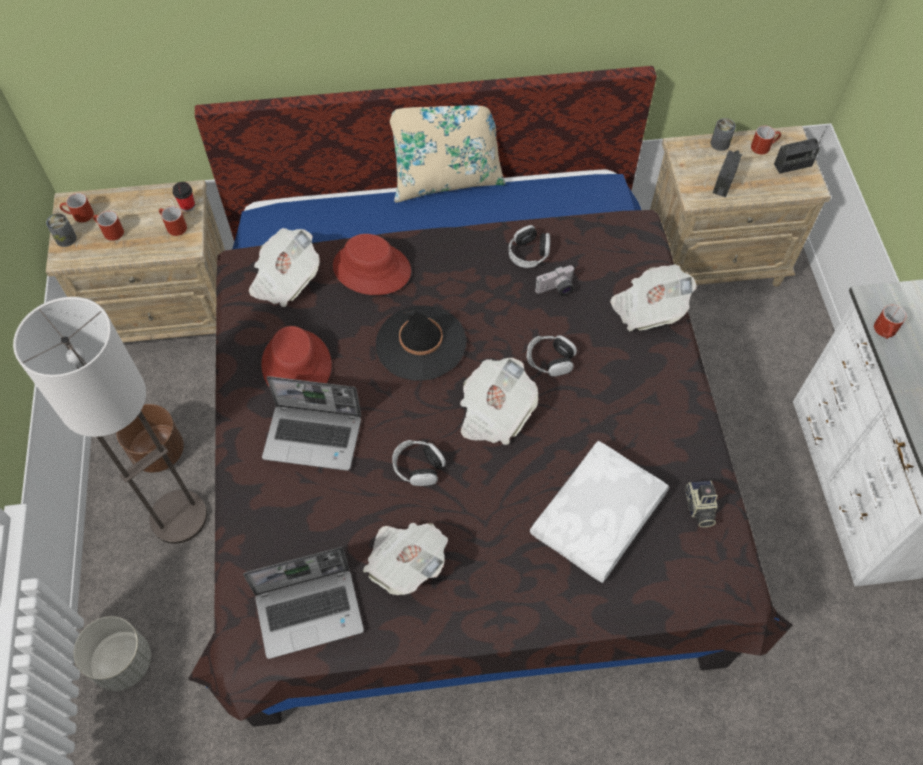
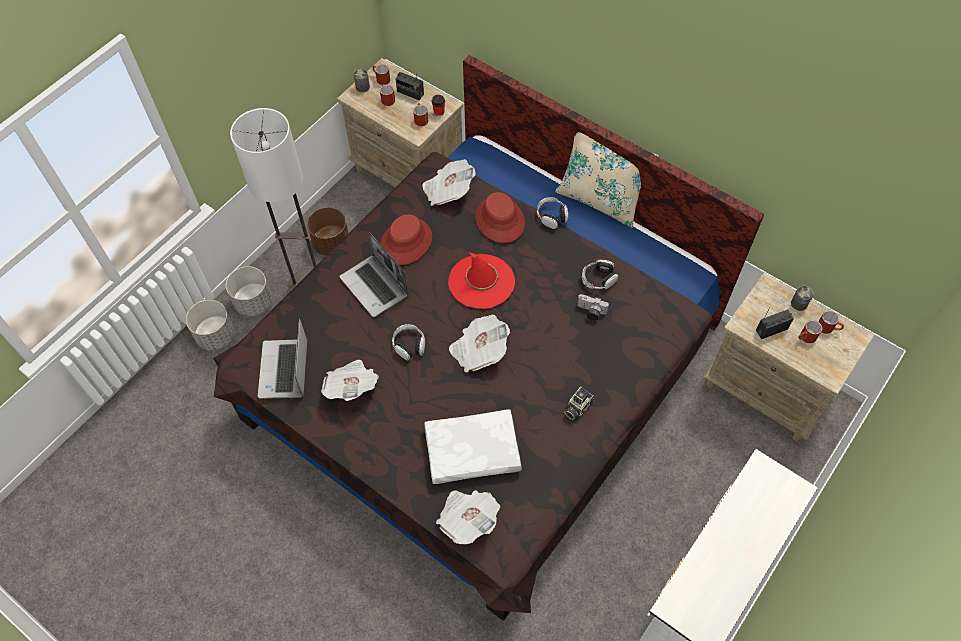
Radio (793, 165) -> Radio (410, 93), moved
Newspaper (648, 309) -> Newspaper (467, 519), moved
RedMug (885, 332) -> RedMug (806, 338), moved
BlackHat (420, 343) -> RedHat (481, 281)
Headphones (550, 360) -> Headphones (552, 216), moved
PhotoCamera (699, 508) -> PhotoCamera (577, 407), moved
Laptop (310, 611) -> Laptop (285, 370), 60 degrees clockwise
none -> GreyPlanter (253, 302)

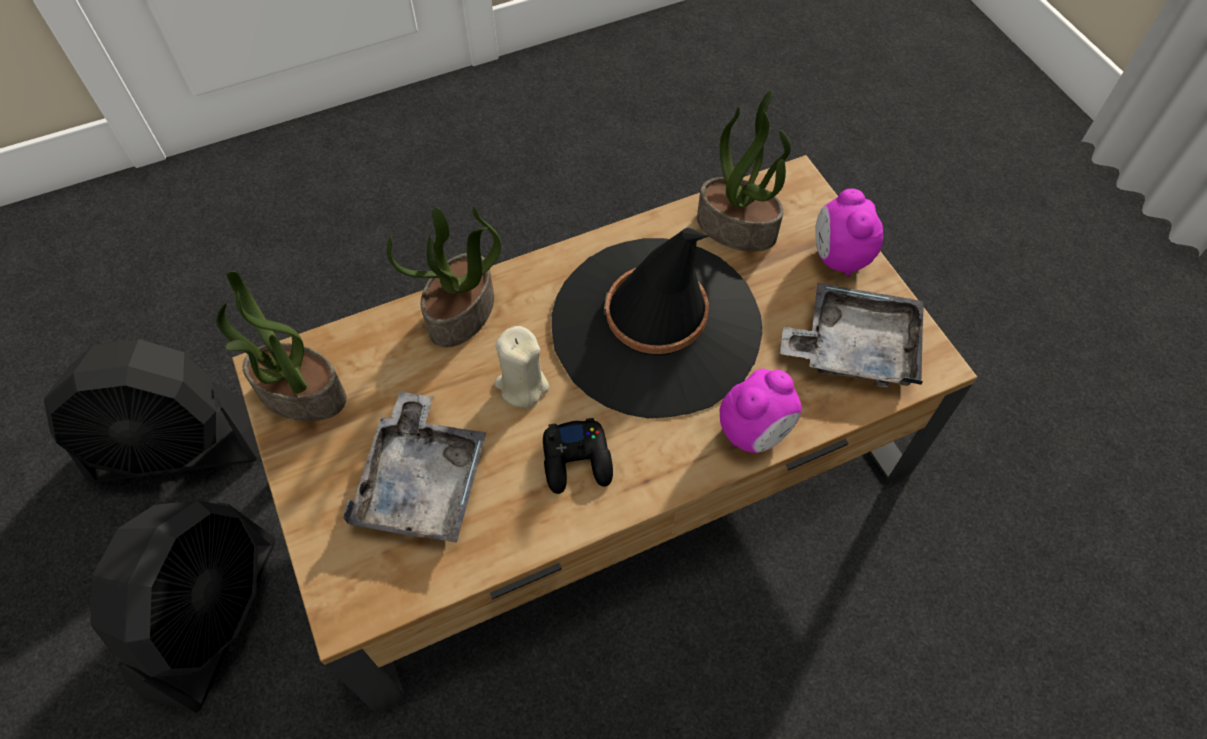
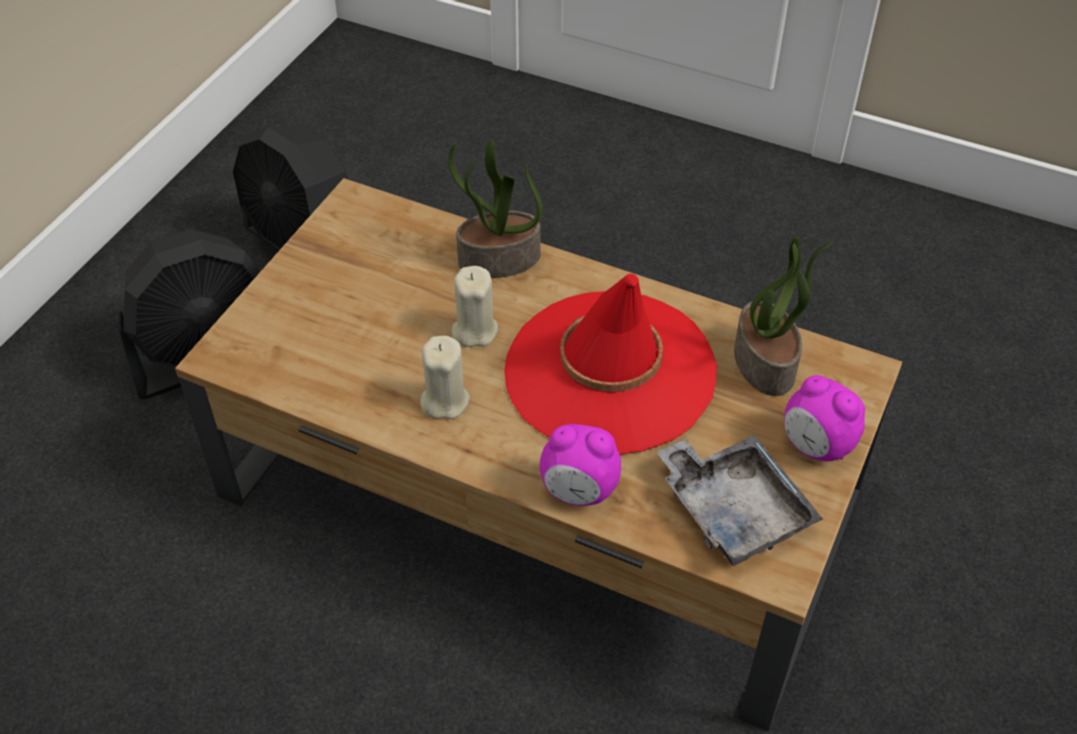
AlarmClock (838, 257) -> AlarmClock (816, 446), 90 degrees counterclockwise
BlackHat (656, 326) -> RedHat (609, 372)
PottedPlant (300, 395) -> none
GreyTray (423, 482) -> none
BlackGameController (577, 460) -> BeigeCandle (444, 400)

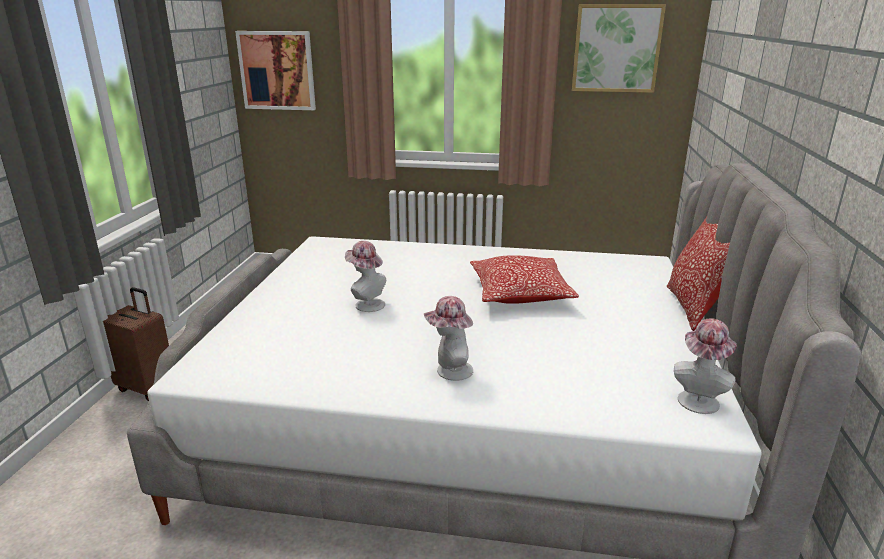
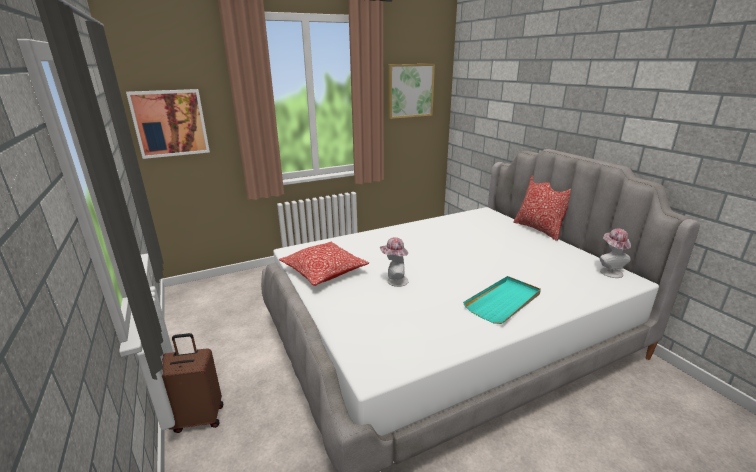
Pillow (520, 294) -> Pillow (324, 272), moved
Hat (450, 371) -> TurquoiseTray (503, 301)

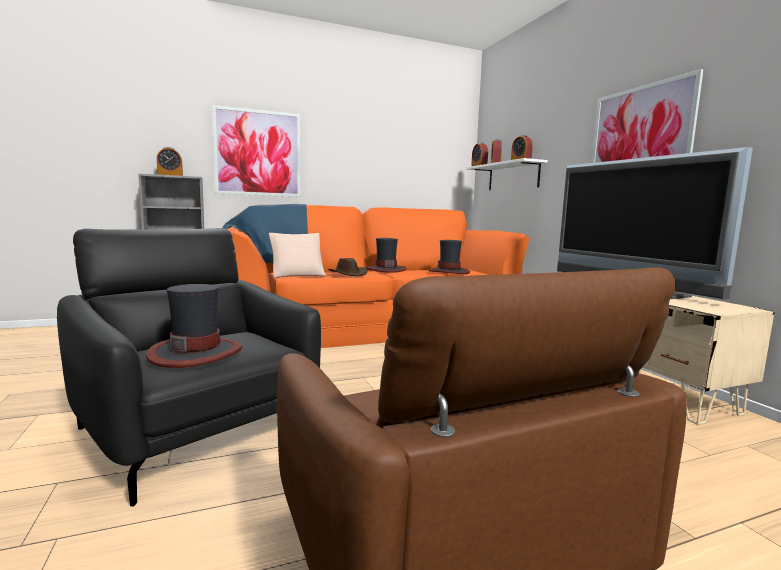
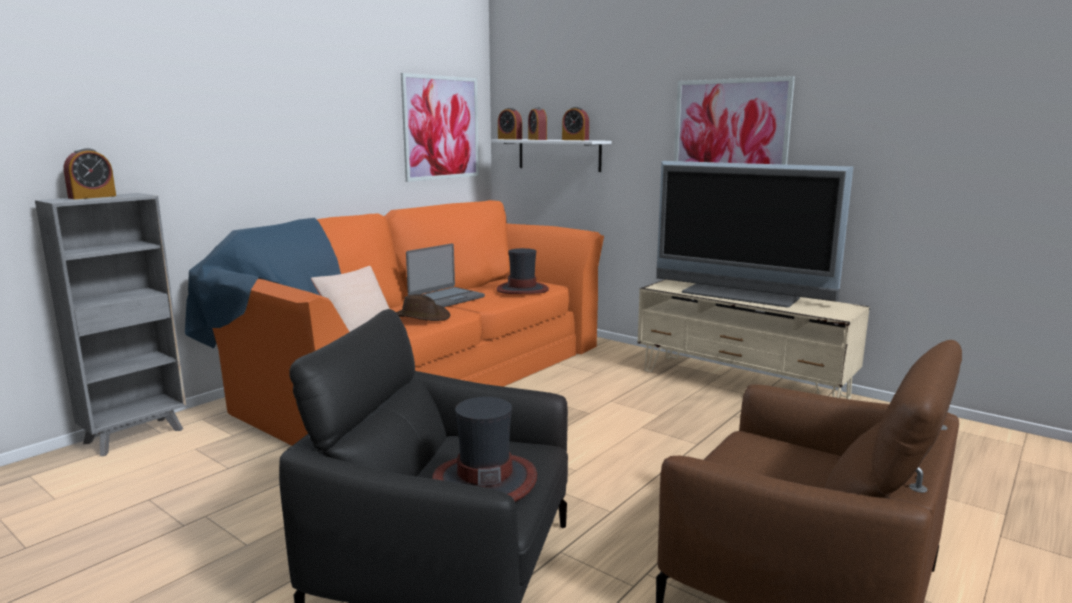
Picture (258, 153) -> Picture (441, 128), moved
Hat (385, 269) -> Laptop (446, 298)

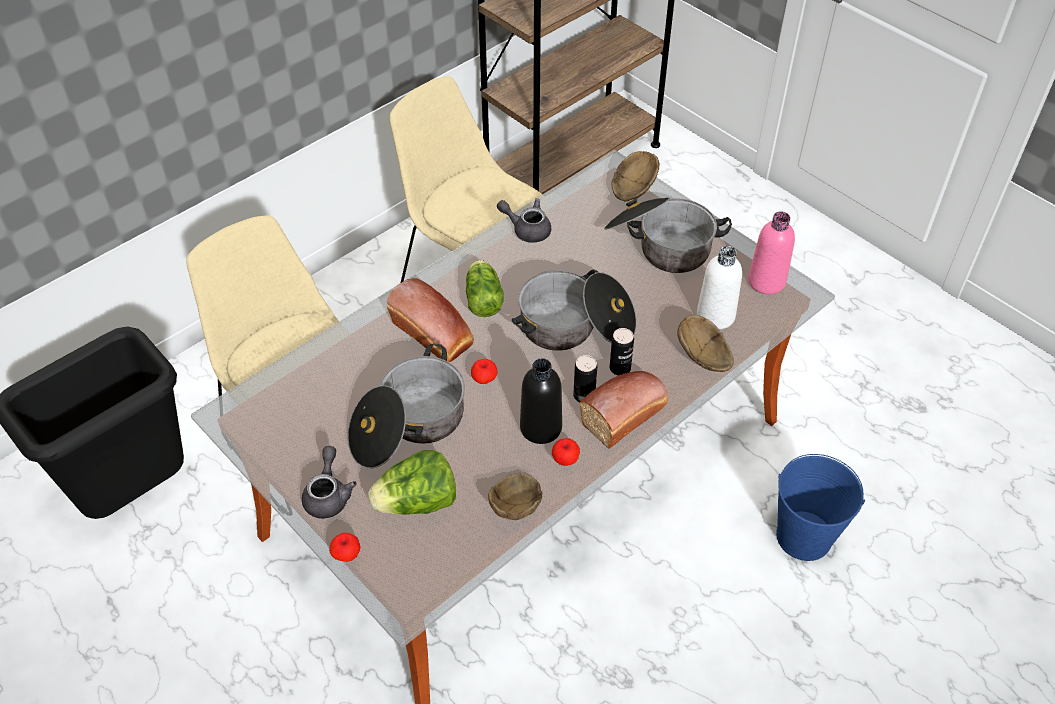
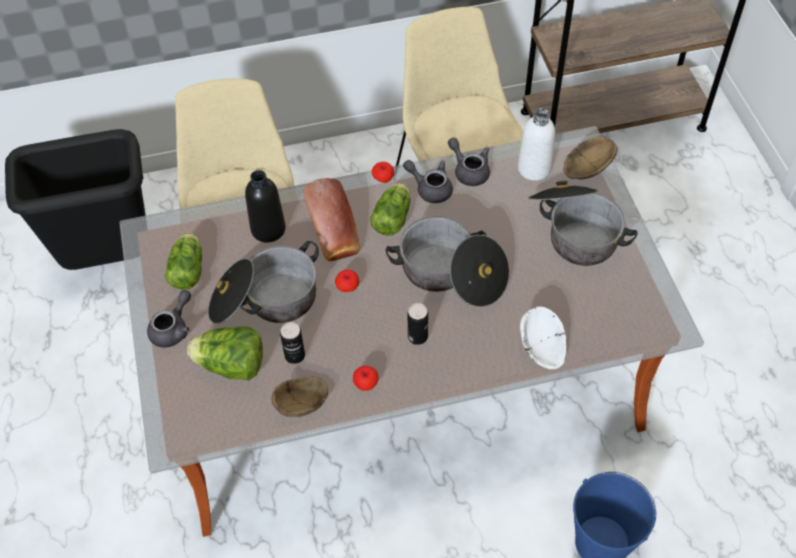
PinkBottle (766, 281) -> none
WhiteBottle (715, 316) -> WhiteBottle (534, 169), moved
BrownBowl (704, 357) -> WhiteBowl (542, 348)
Can (620, 368) -> Can (294, 355), moved
BlackBottle (541, 427) -> BlackBottle (268, 229), moved
Bread (626, 414) -> none
Apple (346, 554) -> Apple (383, 179), moved
none -> GreyTeapot (430, 188)
none -> Lettuce (188, 268)

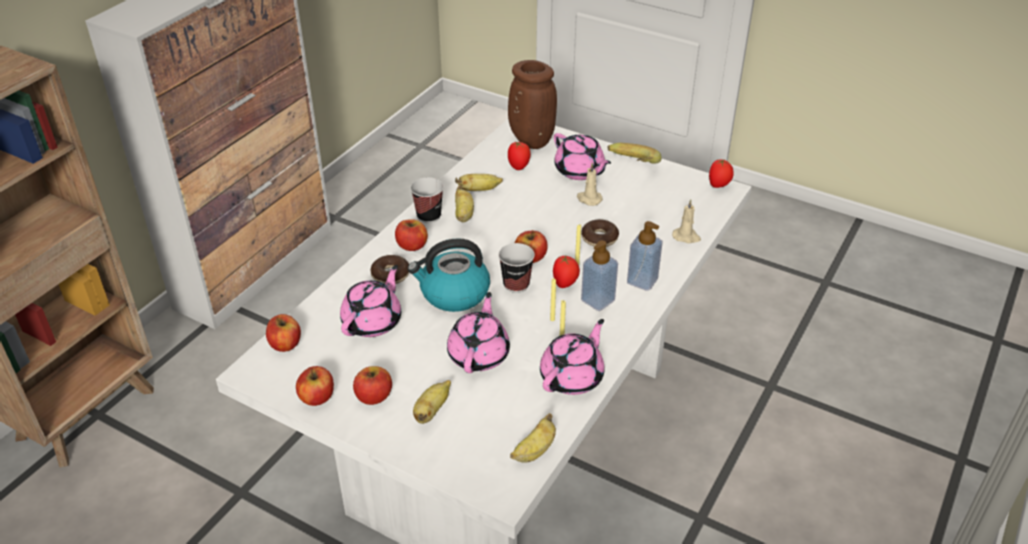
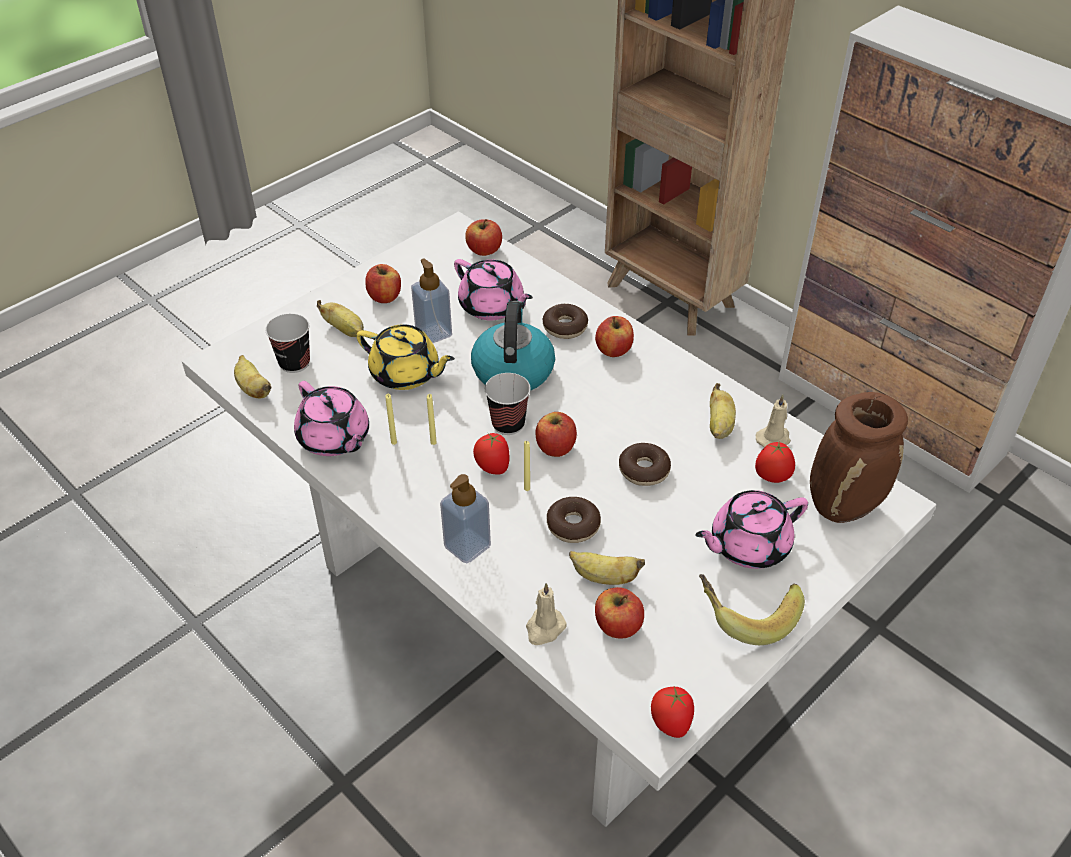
BeigeCandle (588, 199) -> BeigeCandle (774, 439), moved
Cup (429, 216) -> Cup (294, 363), moved
Banana (464, 215) -> Banana (604, 577), moved
SoapDispenser (597, 300) -> SoapDispenser (433, 333), moved
PinkTeapot (479, 354) -> YellowTeapot (406, 374)
Apple (317, 397) -> Apple (617, 625), moved
none -> Donut (644, 470)

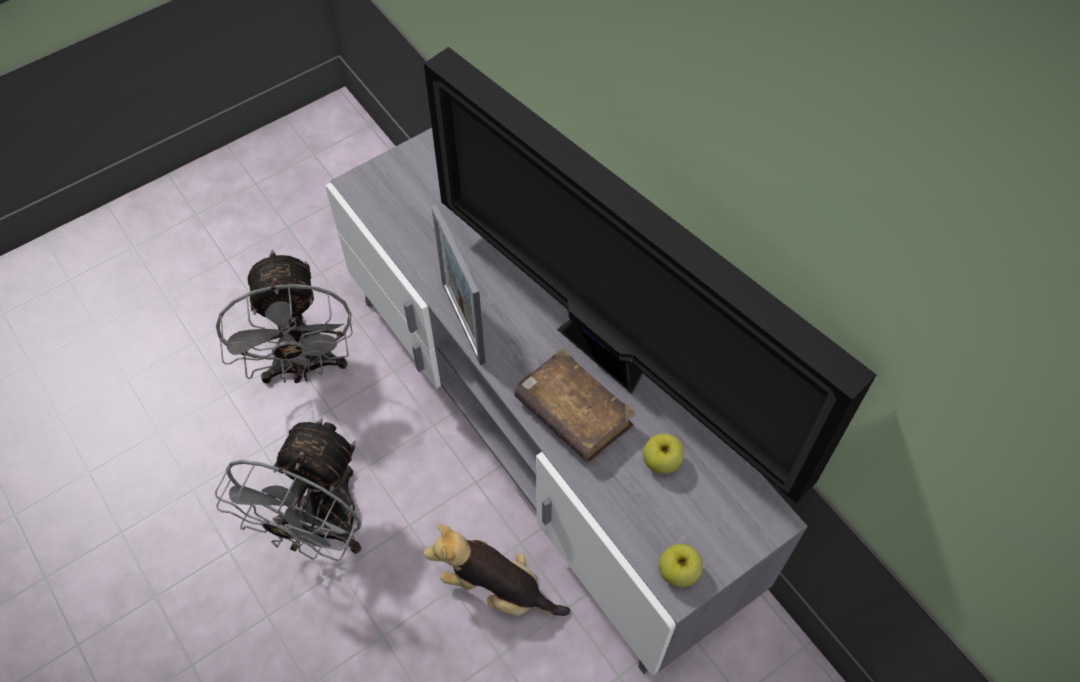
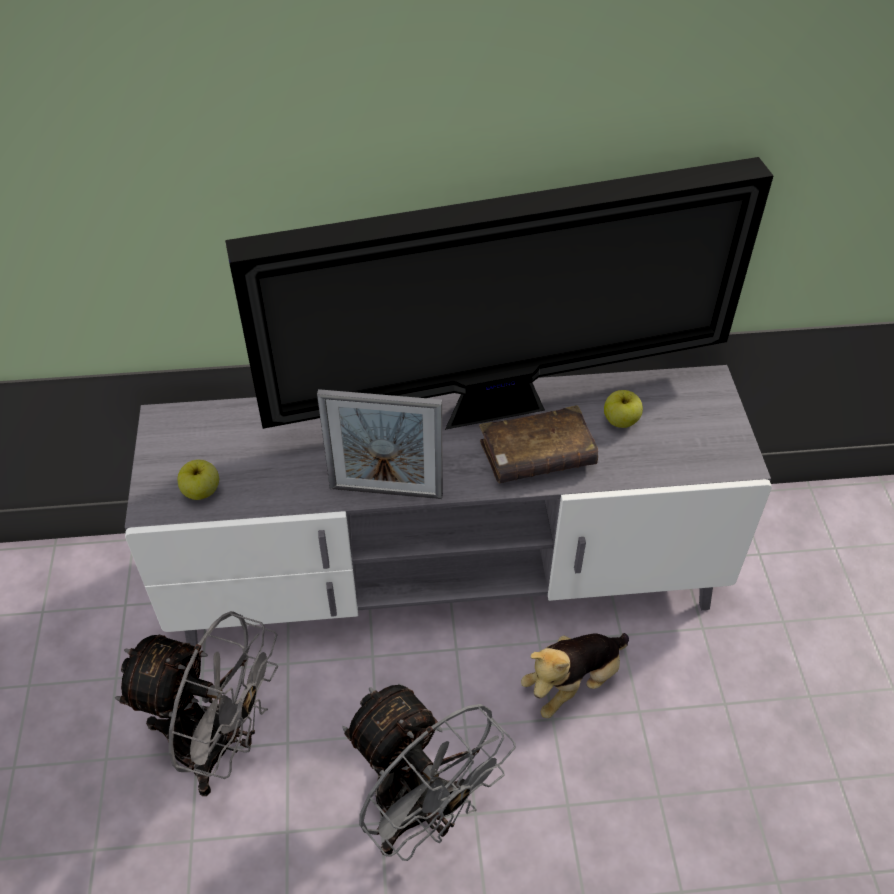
Apple (678, 572) -> Apple (202, 491), moved

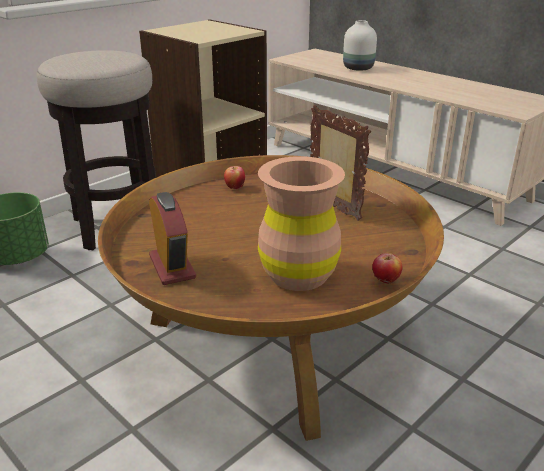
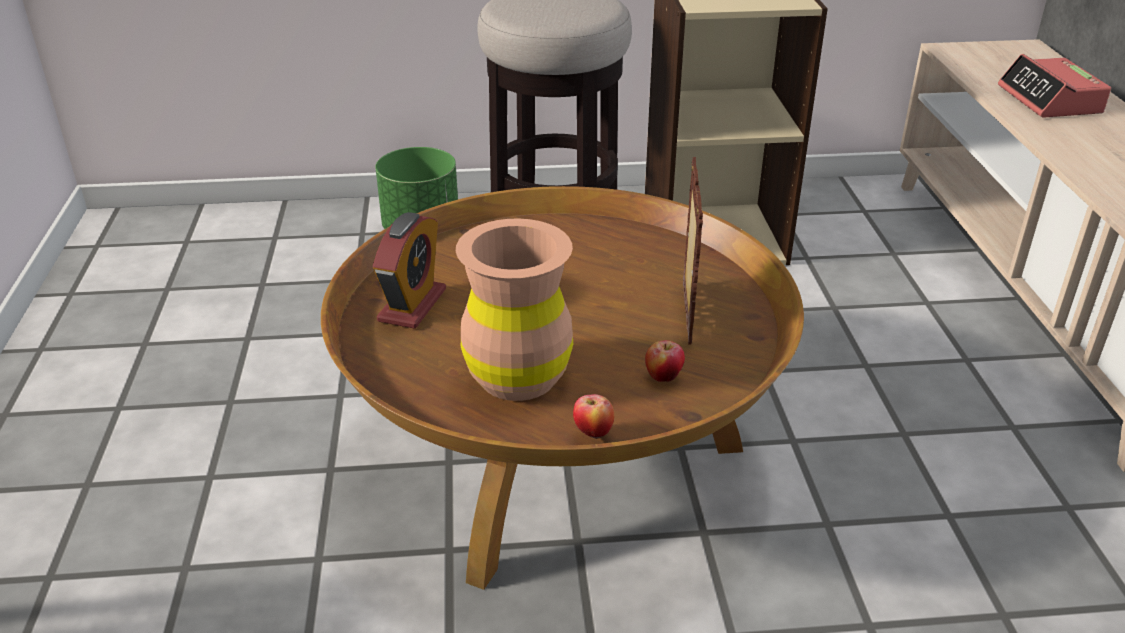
WhiteVase (359, 68) -> AlarmClock (1050, 100)
Apple (235, 187) -> Apple (663, 376), moved

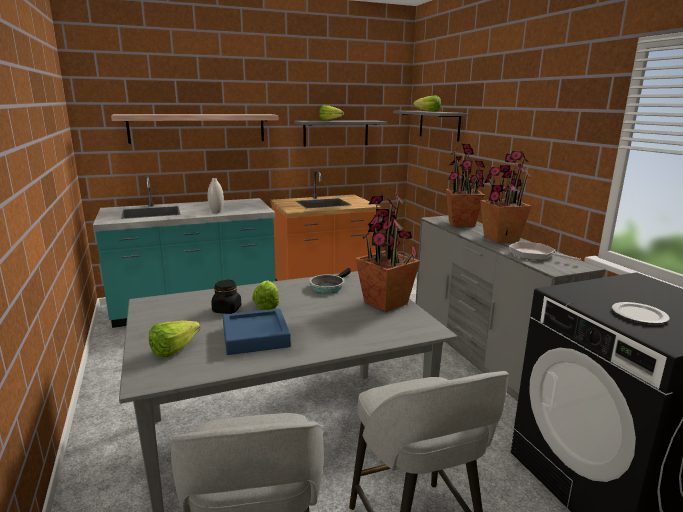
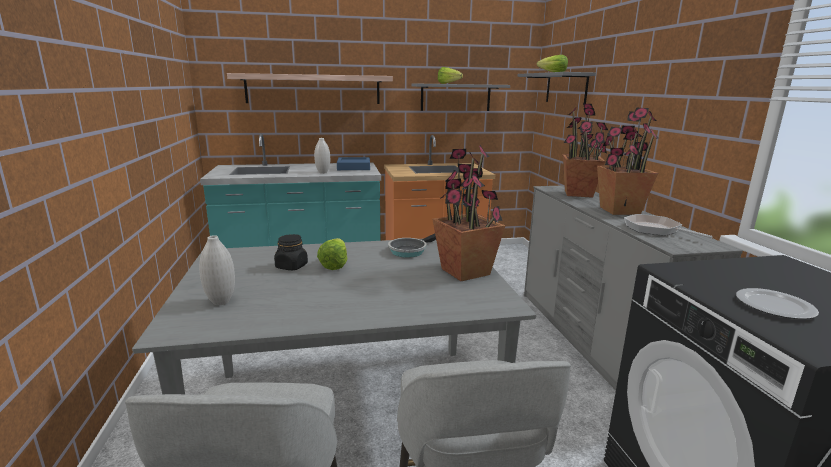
BlueTray (255, 337) -> BlueTray (354, 167), moved
Lettuce (178, 349) -> WhiteVase (221, 302)

